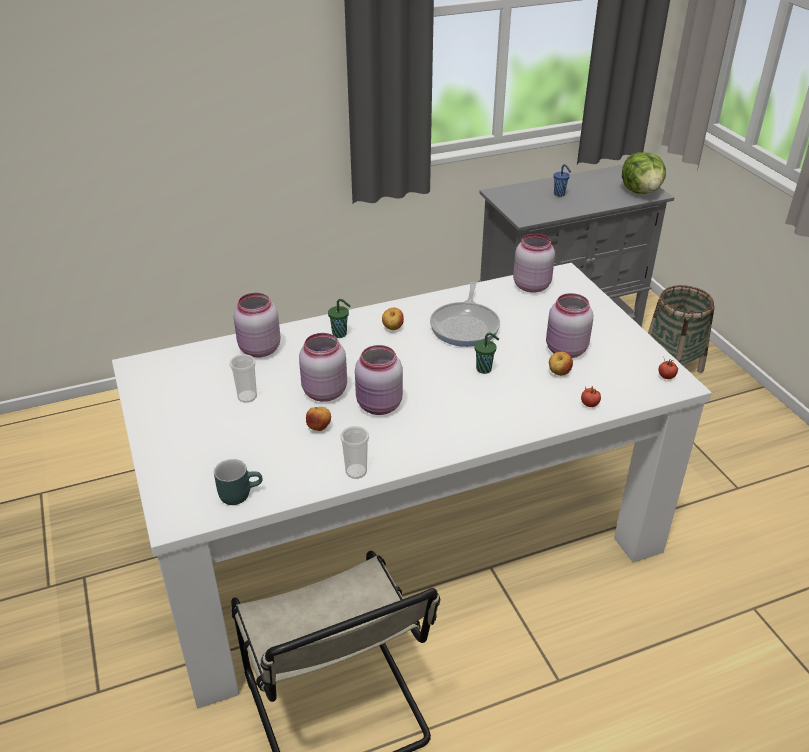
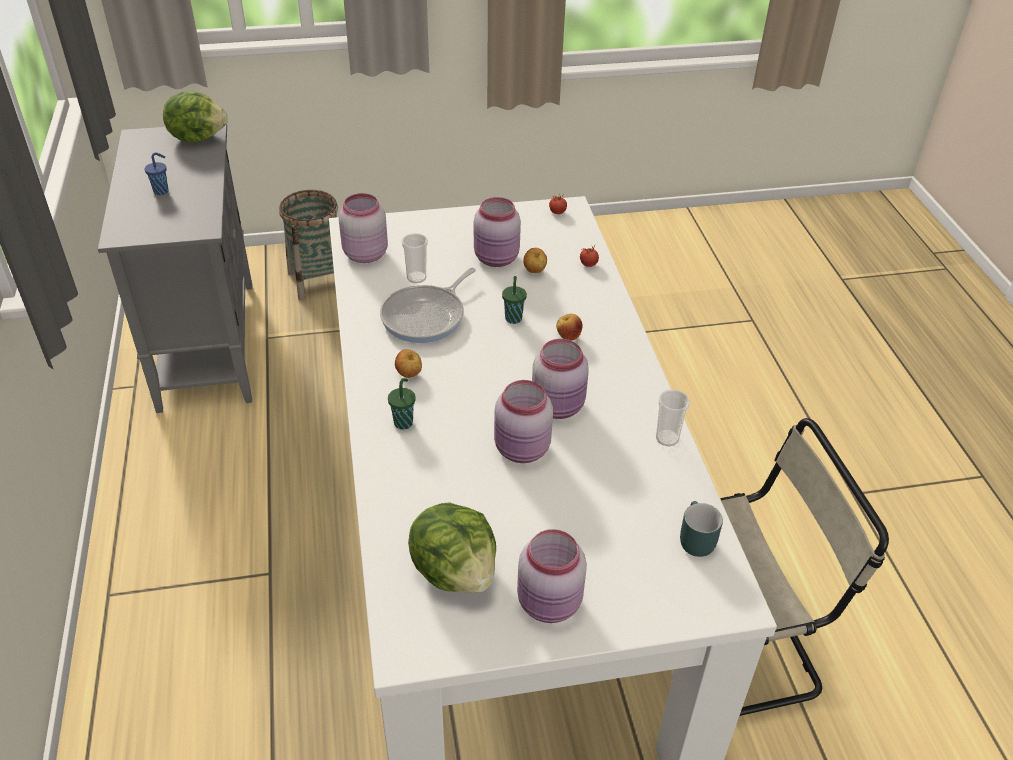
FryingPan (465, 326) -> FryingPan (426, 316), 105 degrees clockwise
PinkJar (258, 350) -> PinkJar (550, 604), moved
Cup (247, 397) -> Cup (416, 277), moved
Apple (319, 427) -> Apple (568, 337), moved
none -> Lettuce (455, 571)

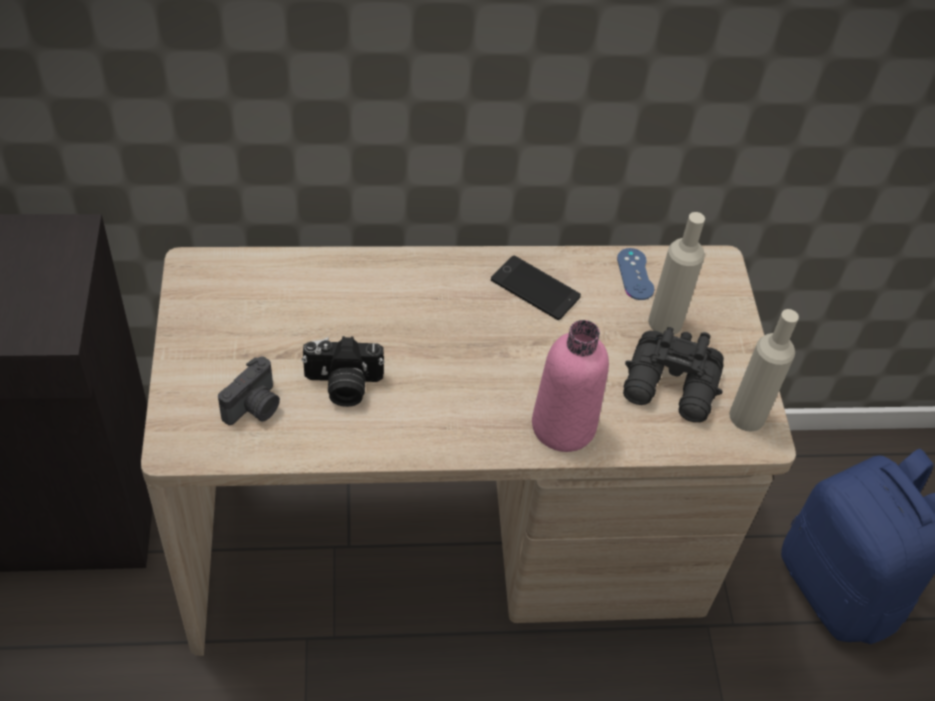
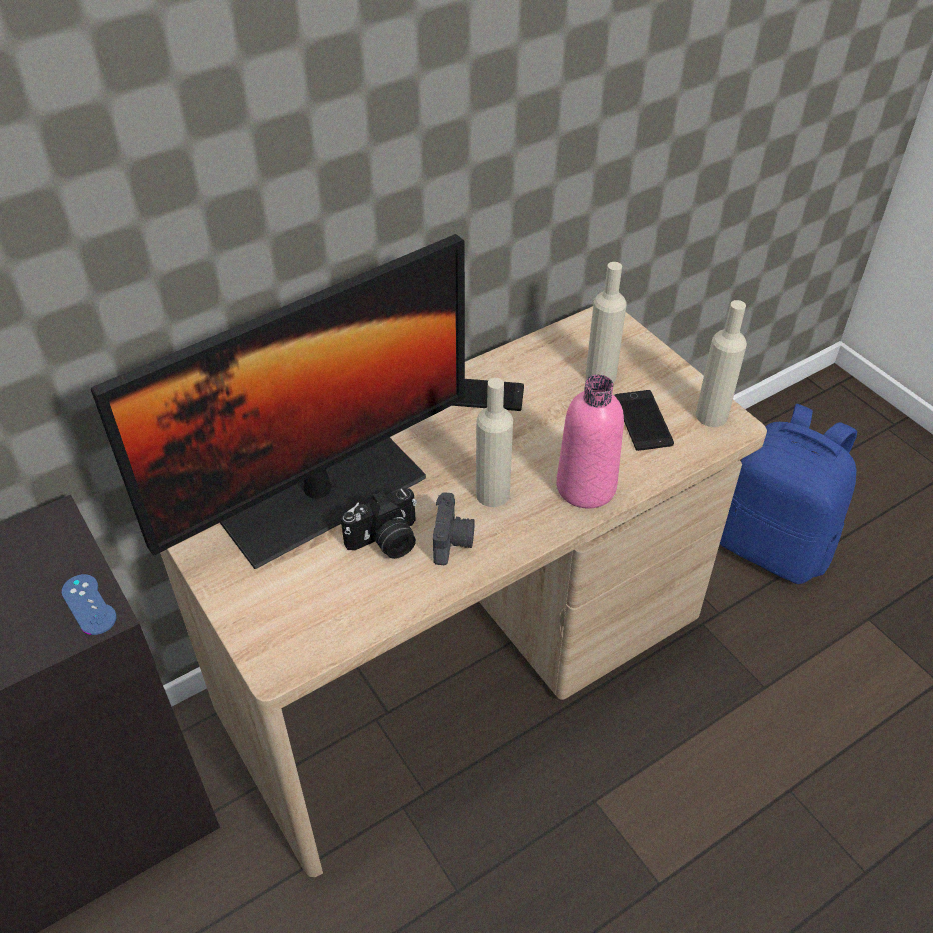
BlueGameController (635, 274) -> BlueGameController (89, 604), moved
BlackBinoculars (672, 388) -> Phone (643, 421)
PhotoCamera (254, 407) -> PhotoCamera (453, 541), moved
none -> Monitor (320, 494)
none -> BeigeBottle (492, 494)

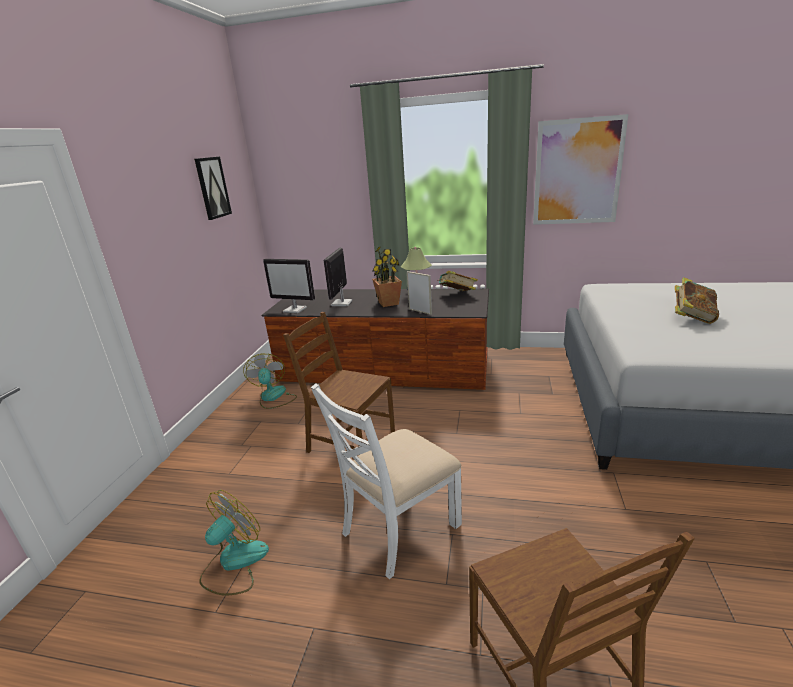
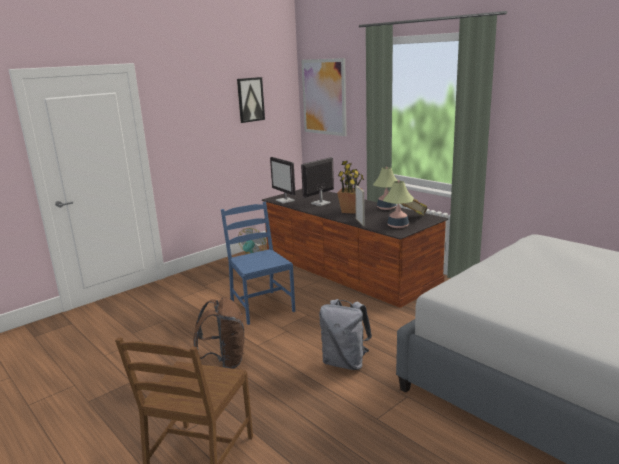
Picture (577, 172) -> Picture (324, 97), moved
Book (692, 317) -> none
BrownChair (350, 442) -> BlueChair (261, 306)
WhiteChair (399, 528) -> BrownBackpack (224, 361)
Fan (234, 563) -> none
none -> TableLamp (398, 226)
none -> GreyBackpack (345, 362)

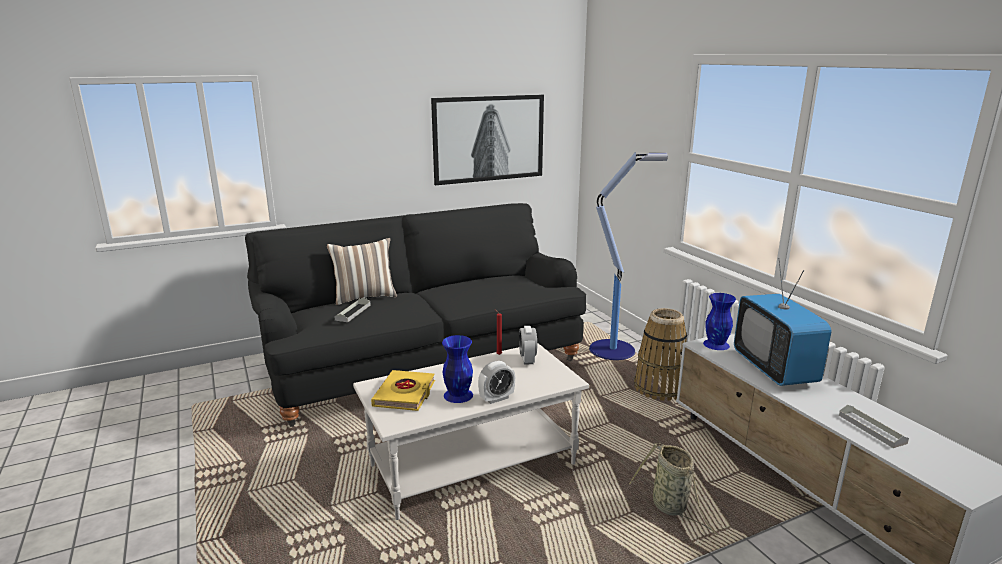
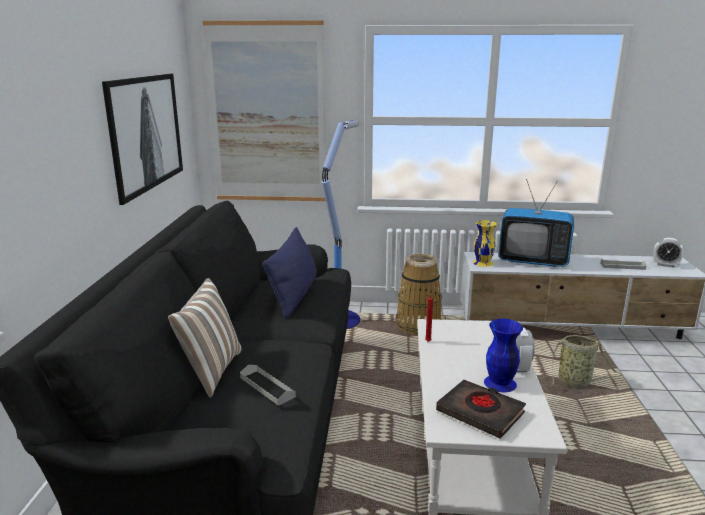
BlueVase (716, 344) -> YellowVase (482, 262)
AlarmClock (527, 360) -> AlarmClock (665, 265), moved
YellowBook (405, 394) -> BlackBook (480, 412)
none -> Picture (267, 114)
none -> BluePillow (294, 295)

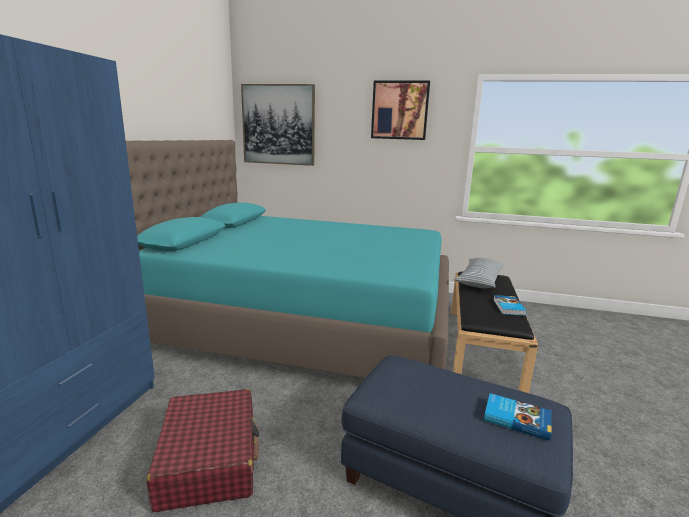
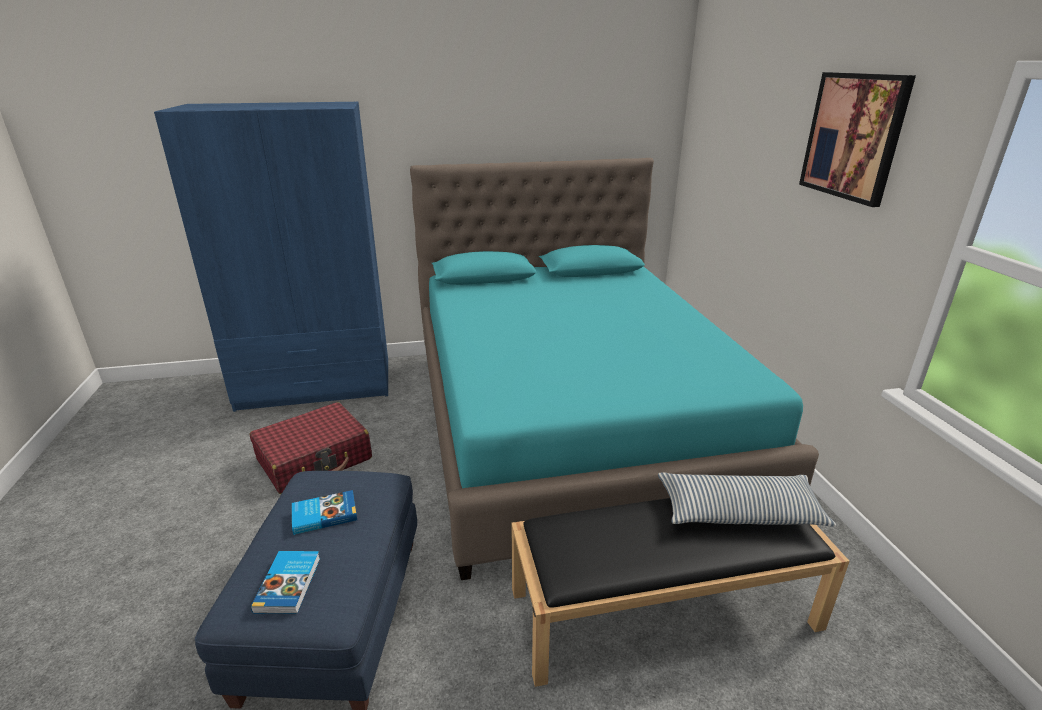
Picture (278, 125) -> none
Book (508, 307) -> Book (324, 514), moved

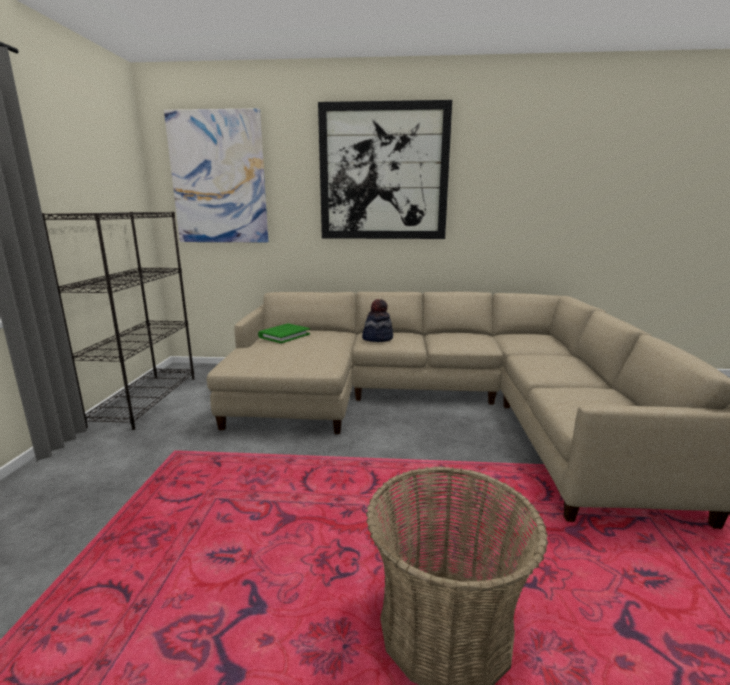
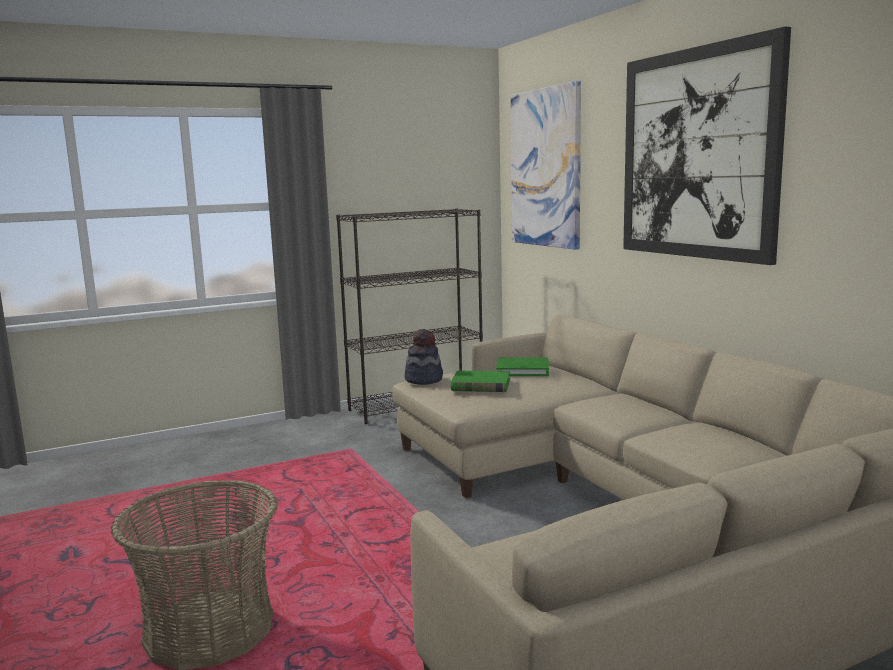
Hat (377, 338) -> Hat (424, 379), moved
none -> GreenBook (480, 385)

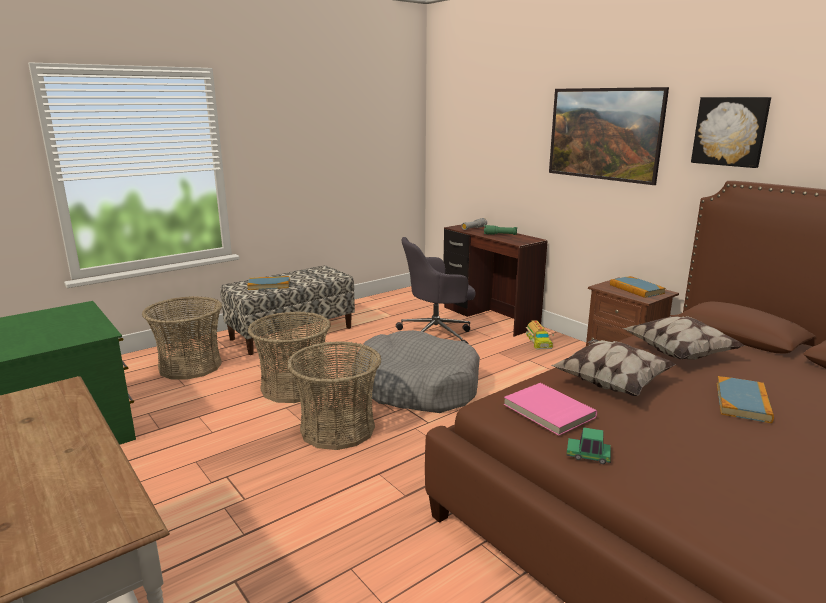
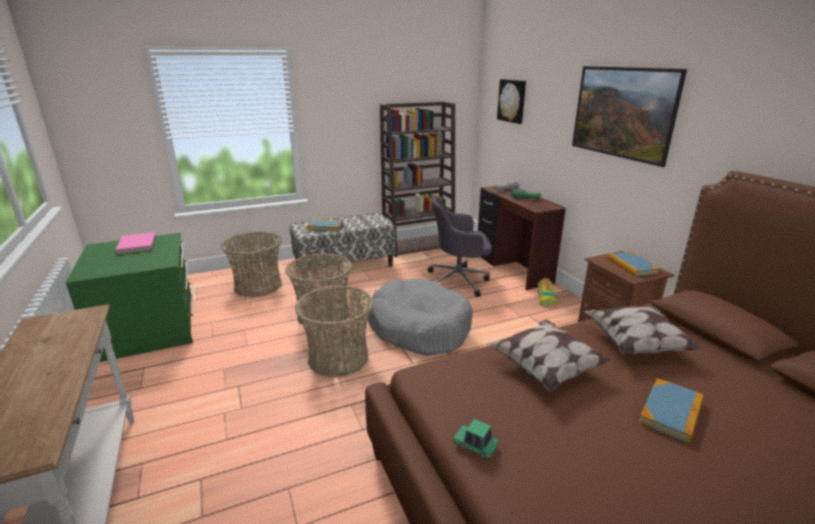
Picture (730, 131) -> Picture (512, 101), moved
PinkBook (547, 411) -> PinkBook (136, 245), moved
none -> BrownBookcase (419, 245)

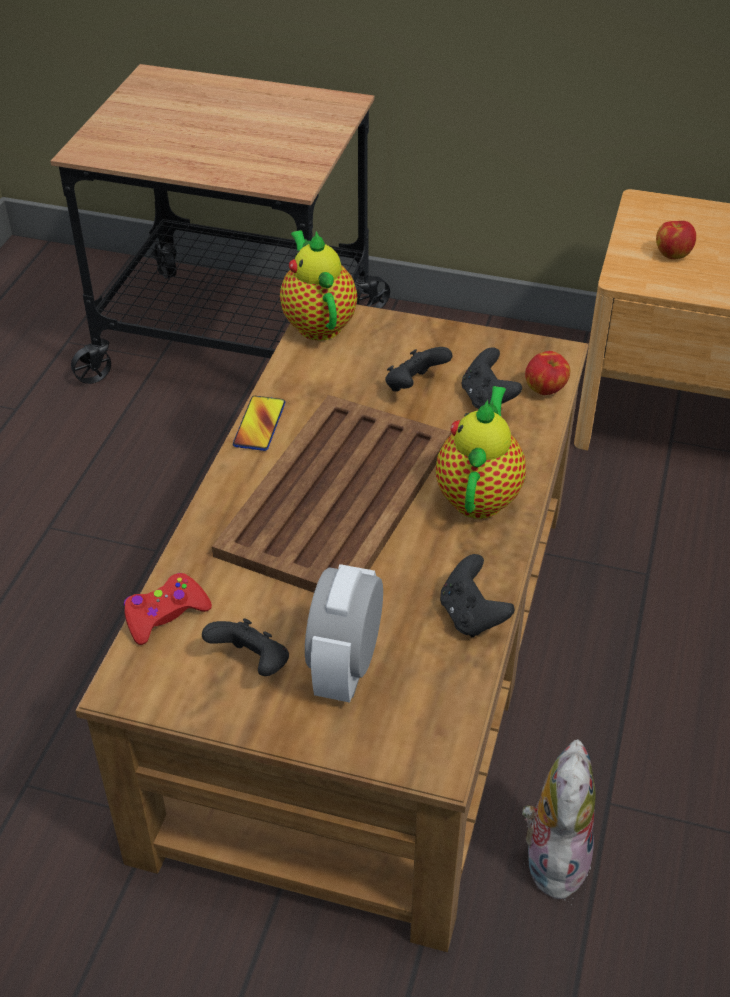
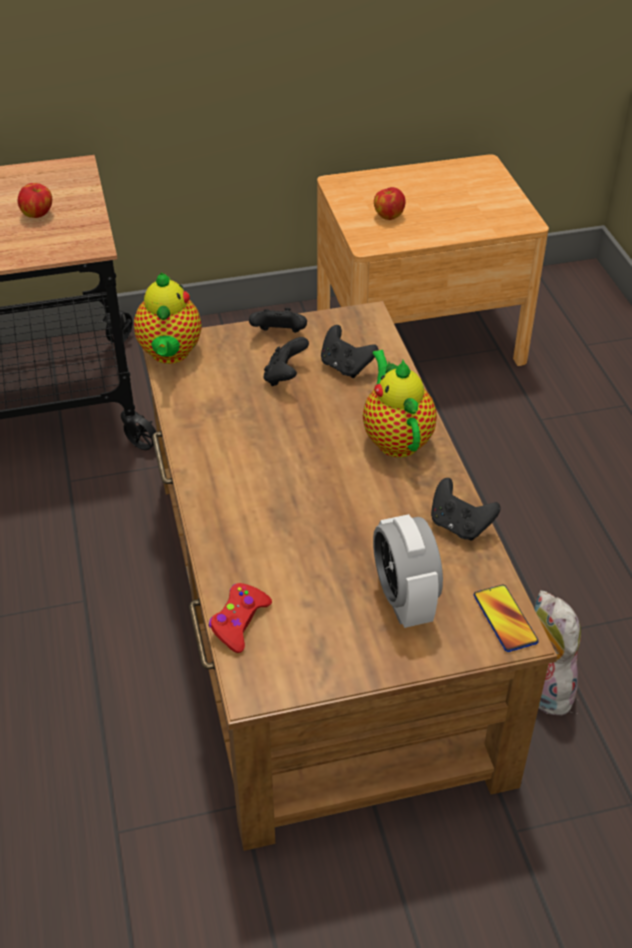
Teapot (317, 323) -> Teapot (170, 354), 135 degrees counterclockwise
Apple (545, 390) -> Apple (38, 215), moved
BrownTray (339, 495) -> none
Phone (259, 424) -> Phone (505, 619), moved
BlackGameController (252, 664) -> BlackGameController (279, 335), moved

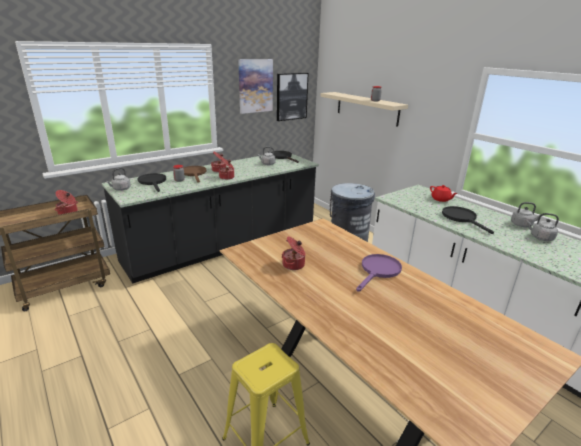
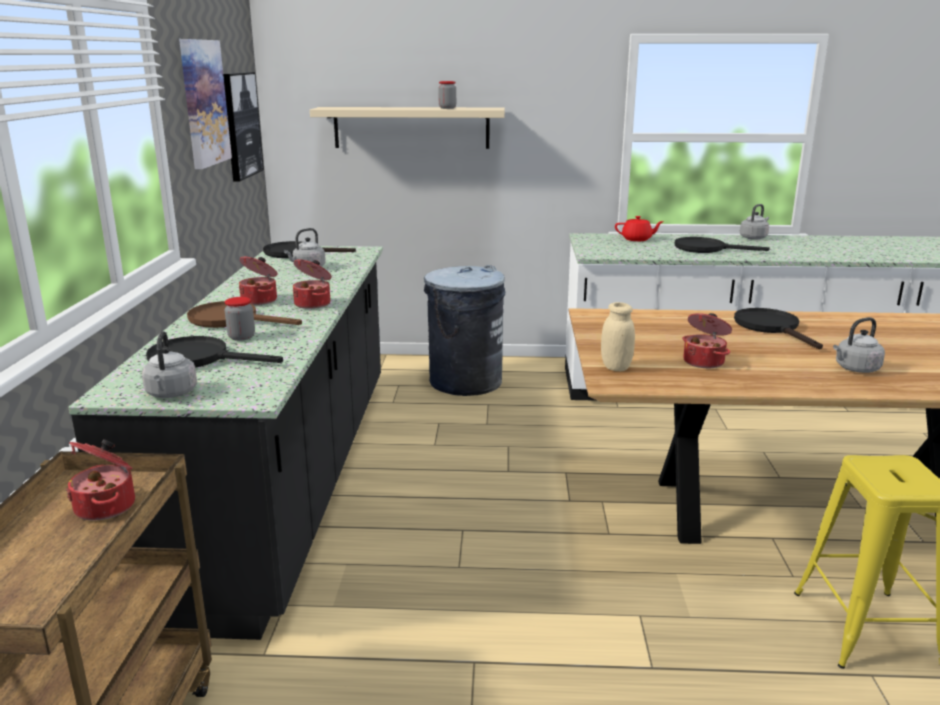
GreyKettle (540, 237) -> GreyKettle (855, 369), moved
PurpleFryingPan (378, 271) -> BlackFryingPan (771, 328)
none -> BeigeJar (616, 367)

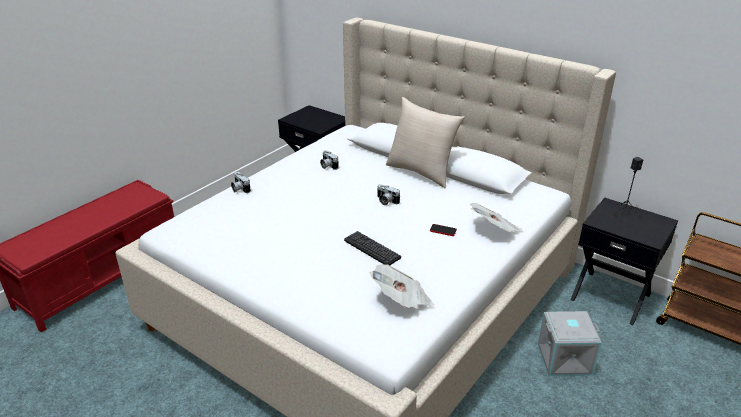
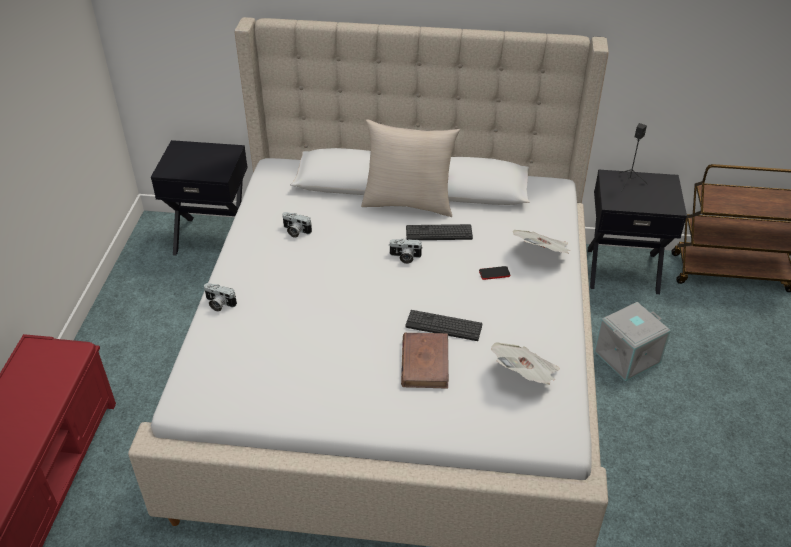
none -> Keyboard (439, 233)
none -> BrownBook (425, 362)

